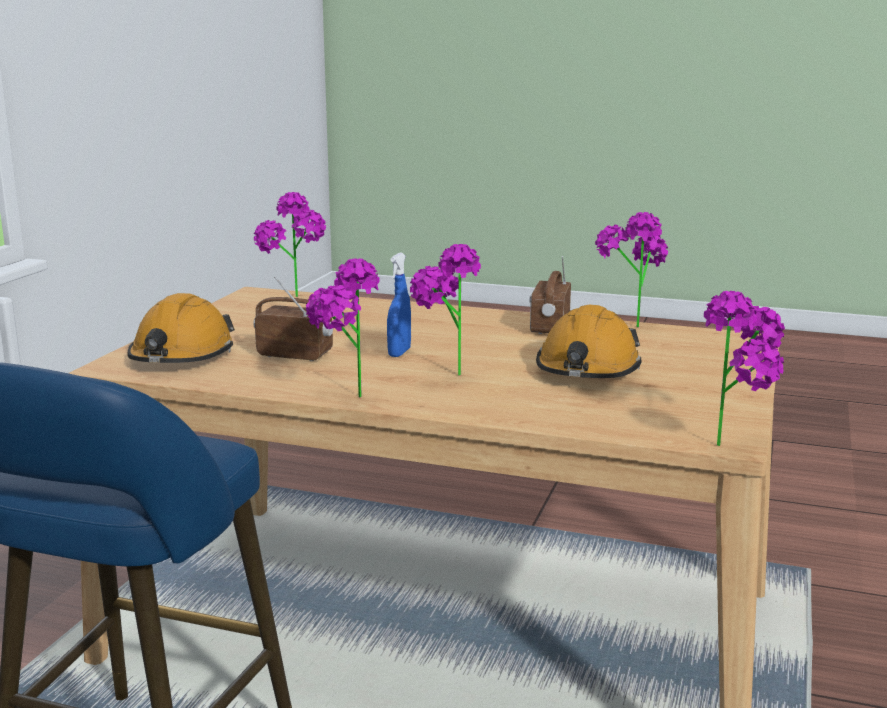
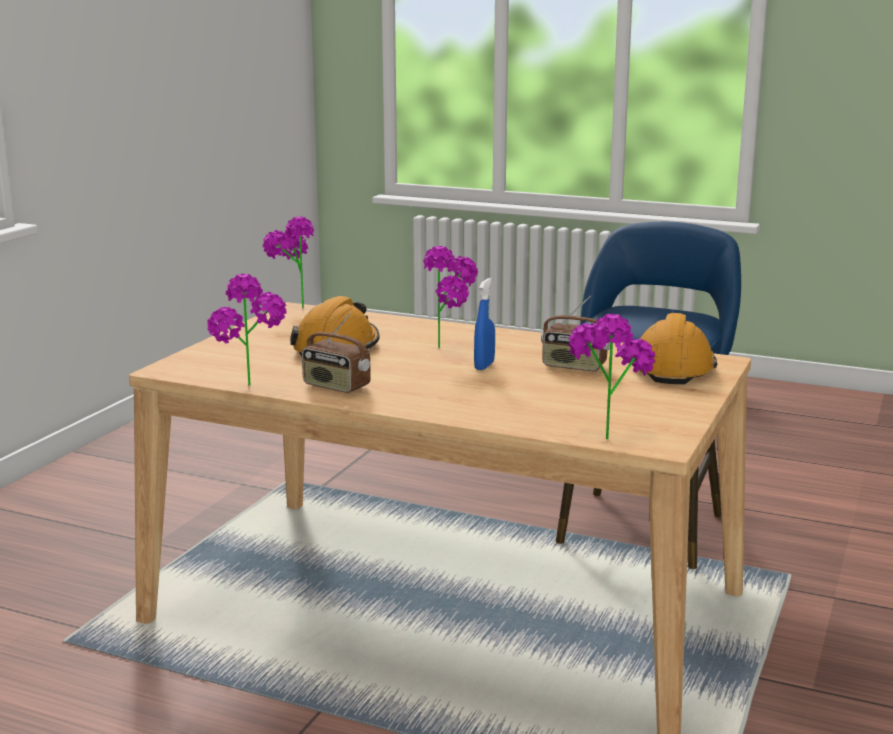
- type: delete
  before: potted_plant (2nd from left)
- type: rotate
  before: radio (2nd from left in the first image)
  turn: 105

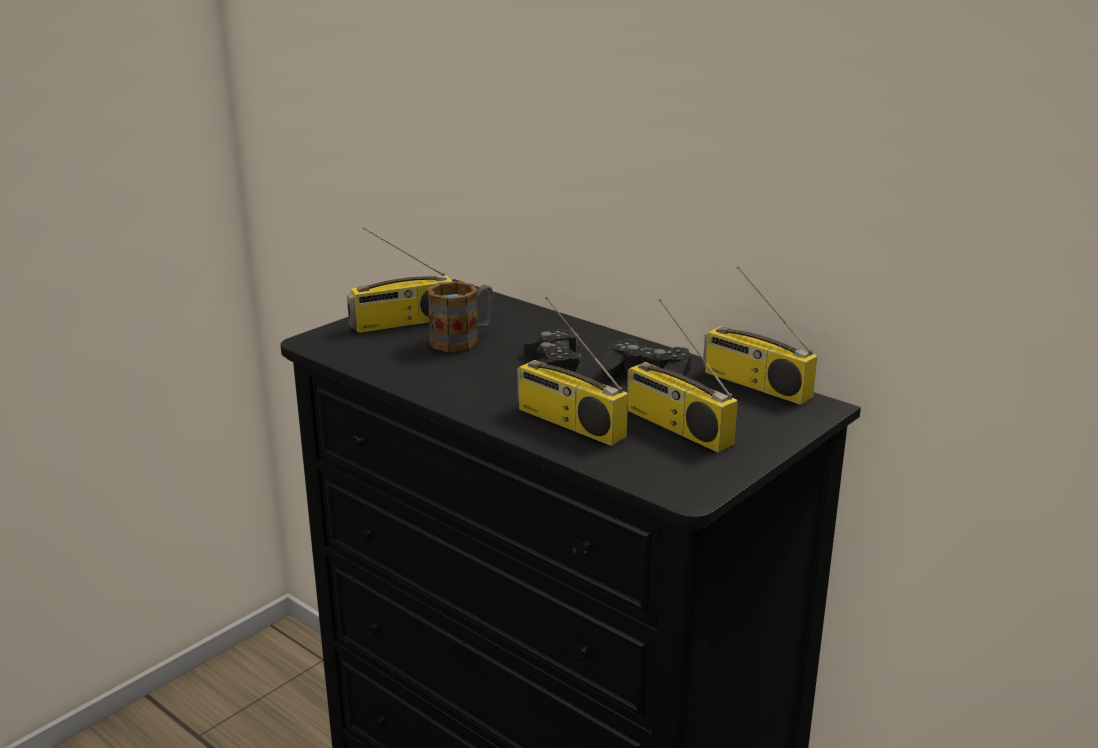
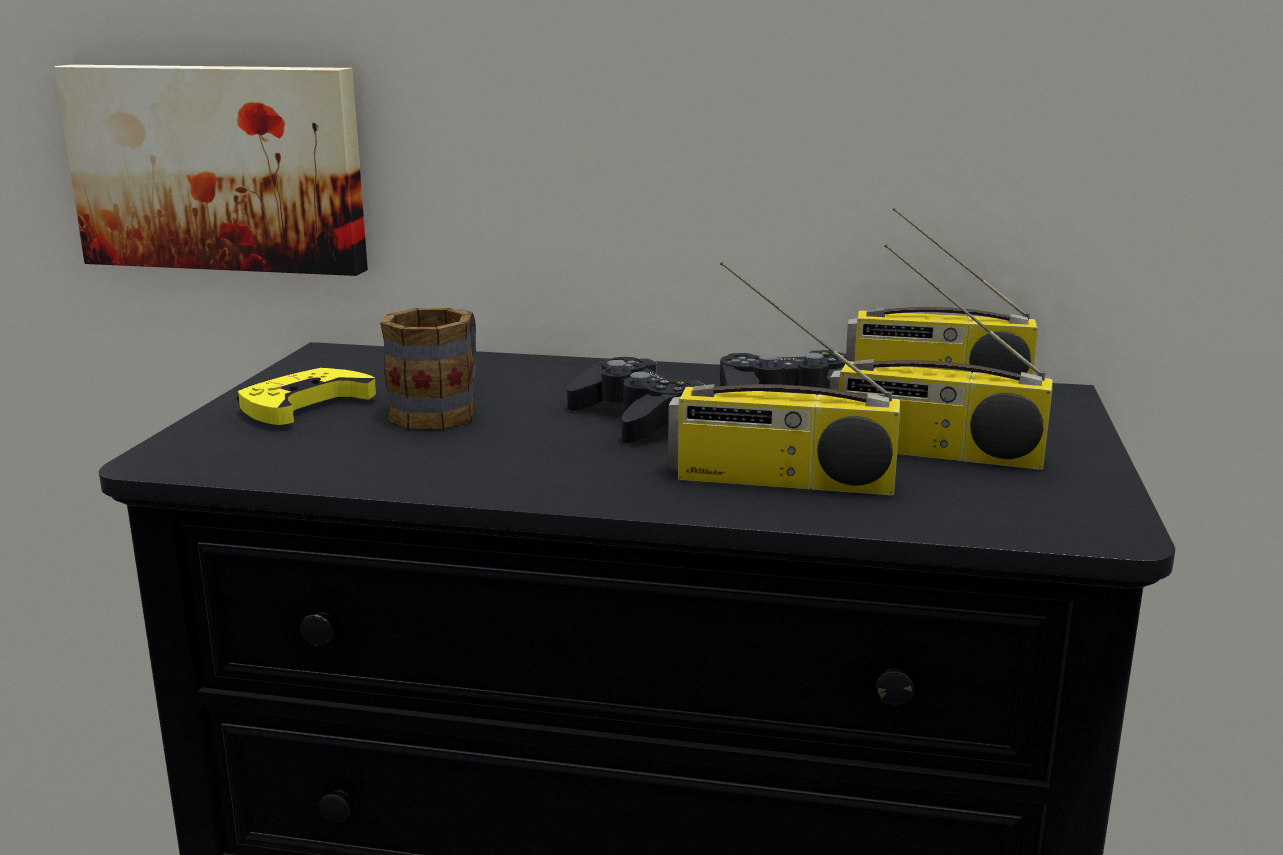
- type: replace
  before: radio (1st from left)
  after: yellow_game_controller
- type: insert
  after: picture

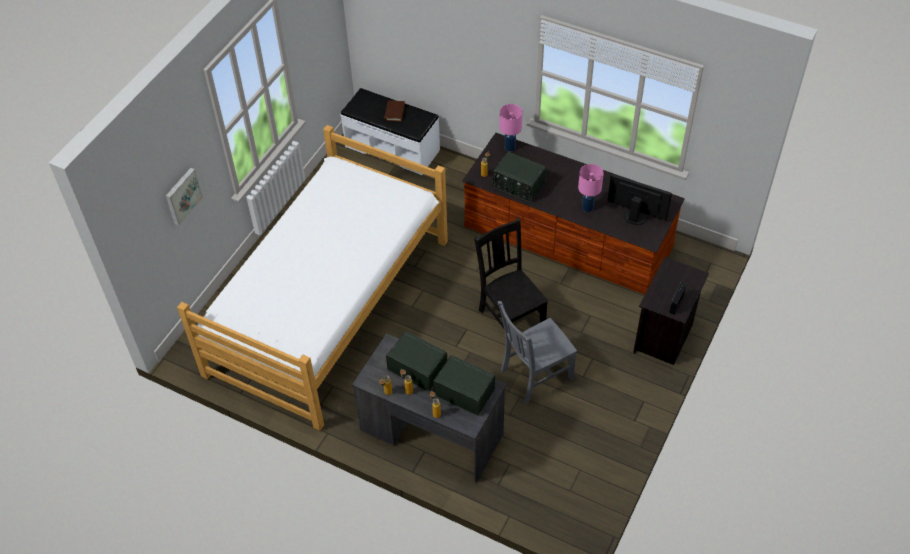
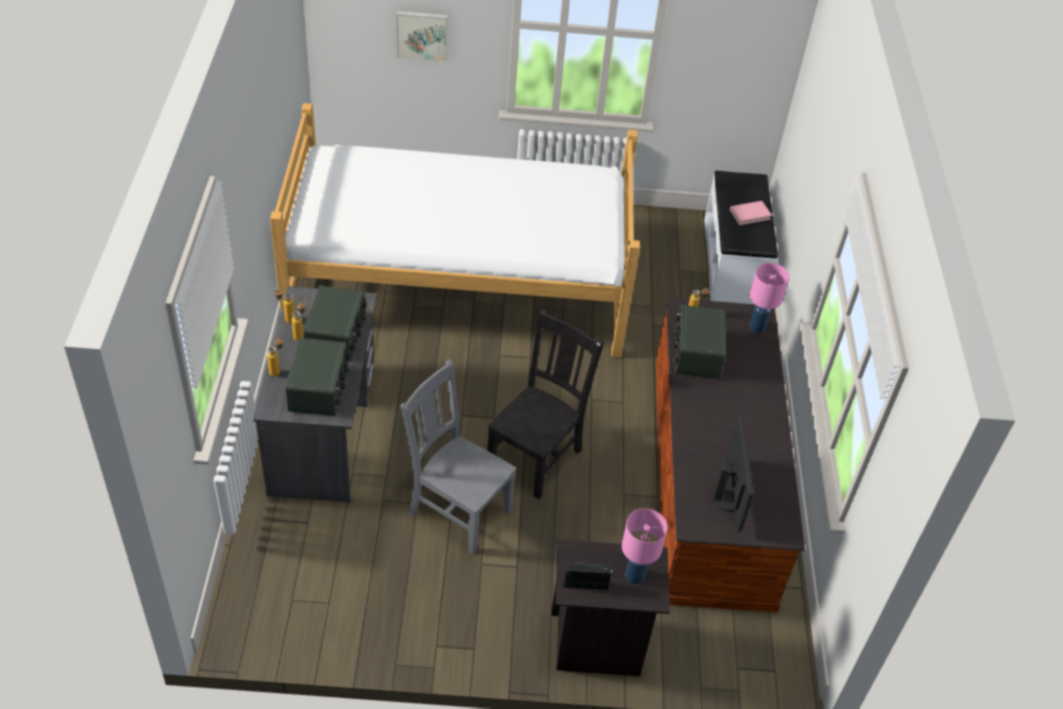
- type: recolor
  before: brown_book
  after: pink_book
- type: move
  before: pink_table_lamp (2nd from left in the first image)
  after: pink_table_lamp (1st from left)

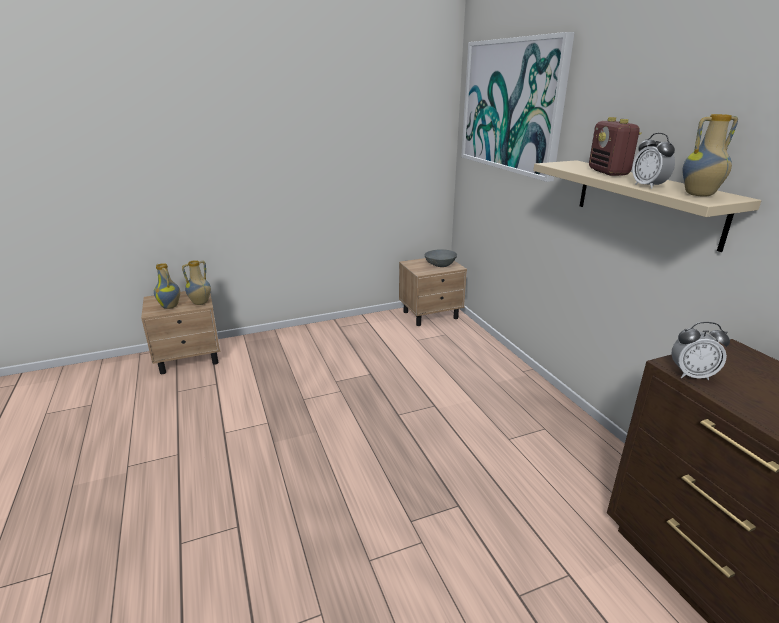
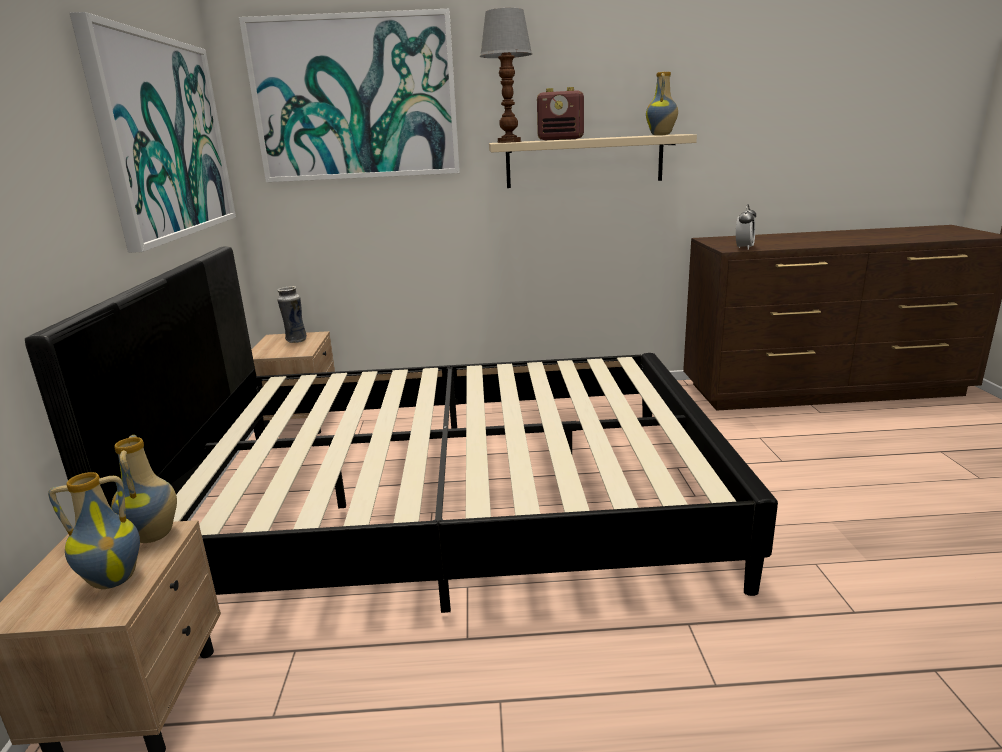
- type: replace
  before: grey_bowl
  after: vase (3rd from left)
- type: delete
  before: alarm_clock (1st from left)
- type: insert
  after: black_bed
- type: insert
  after: picture (1st from left)
- type: insert
  after: table_lamp

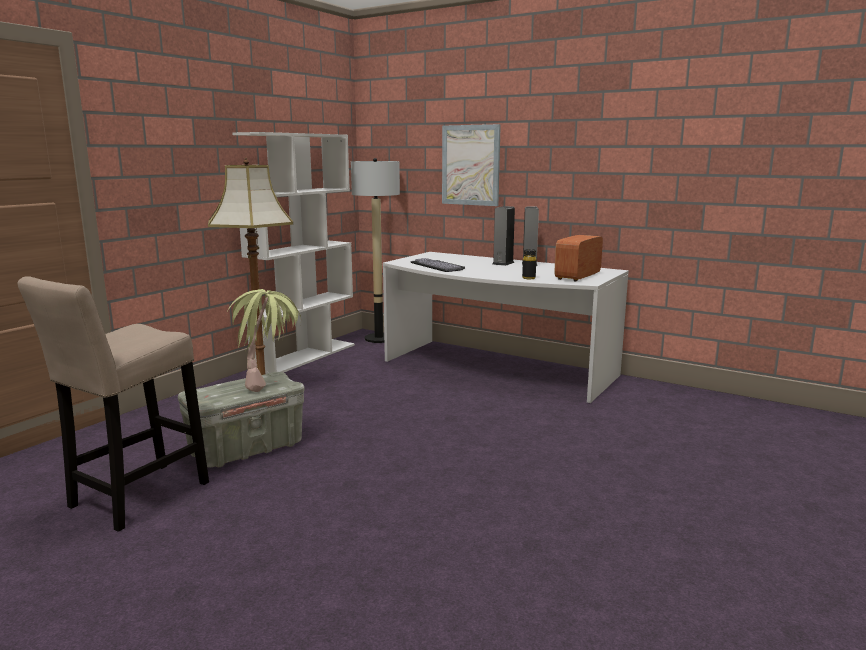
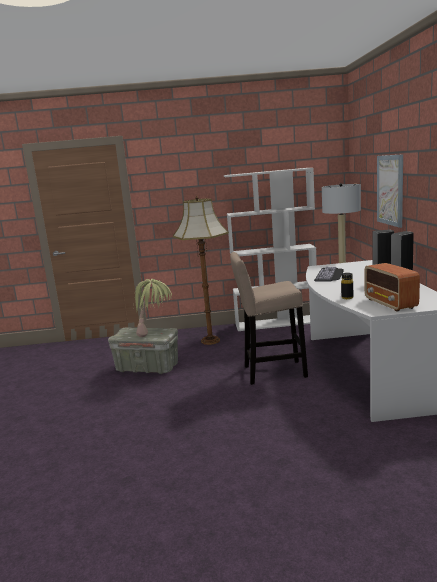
- type: move
  before: beige_stool
- type: rotate
  before: radio
  turn: -105

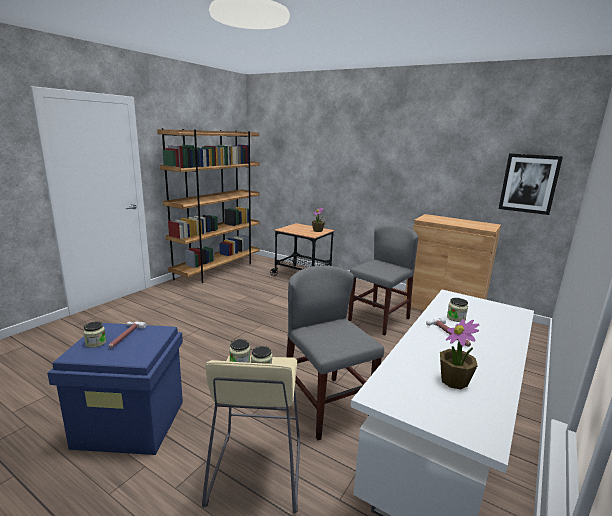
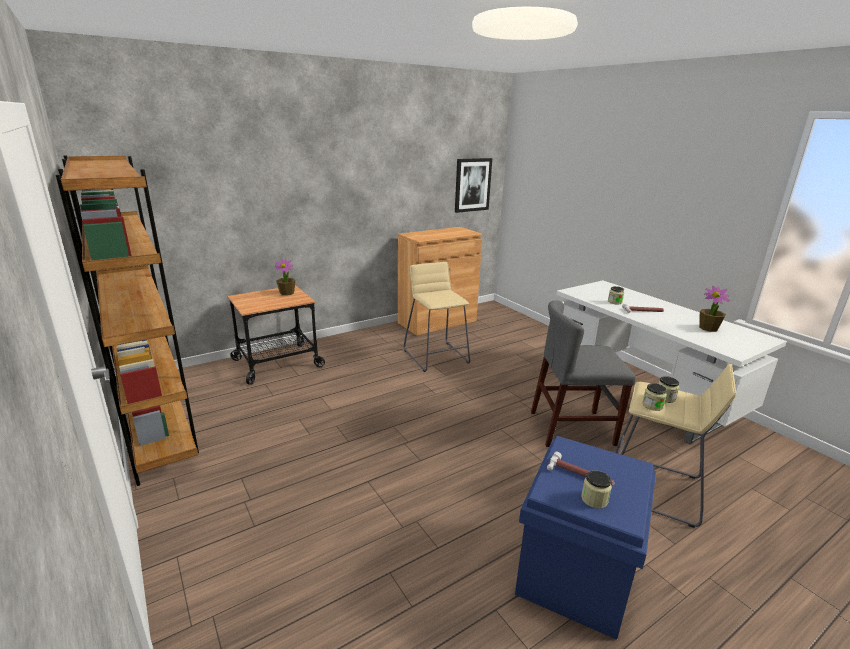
- type: replace
  before: grey_chair (2nd from left)
  after: beige_stool (1st from left)

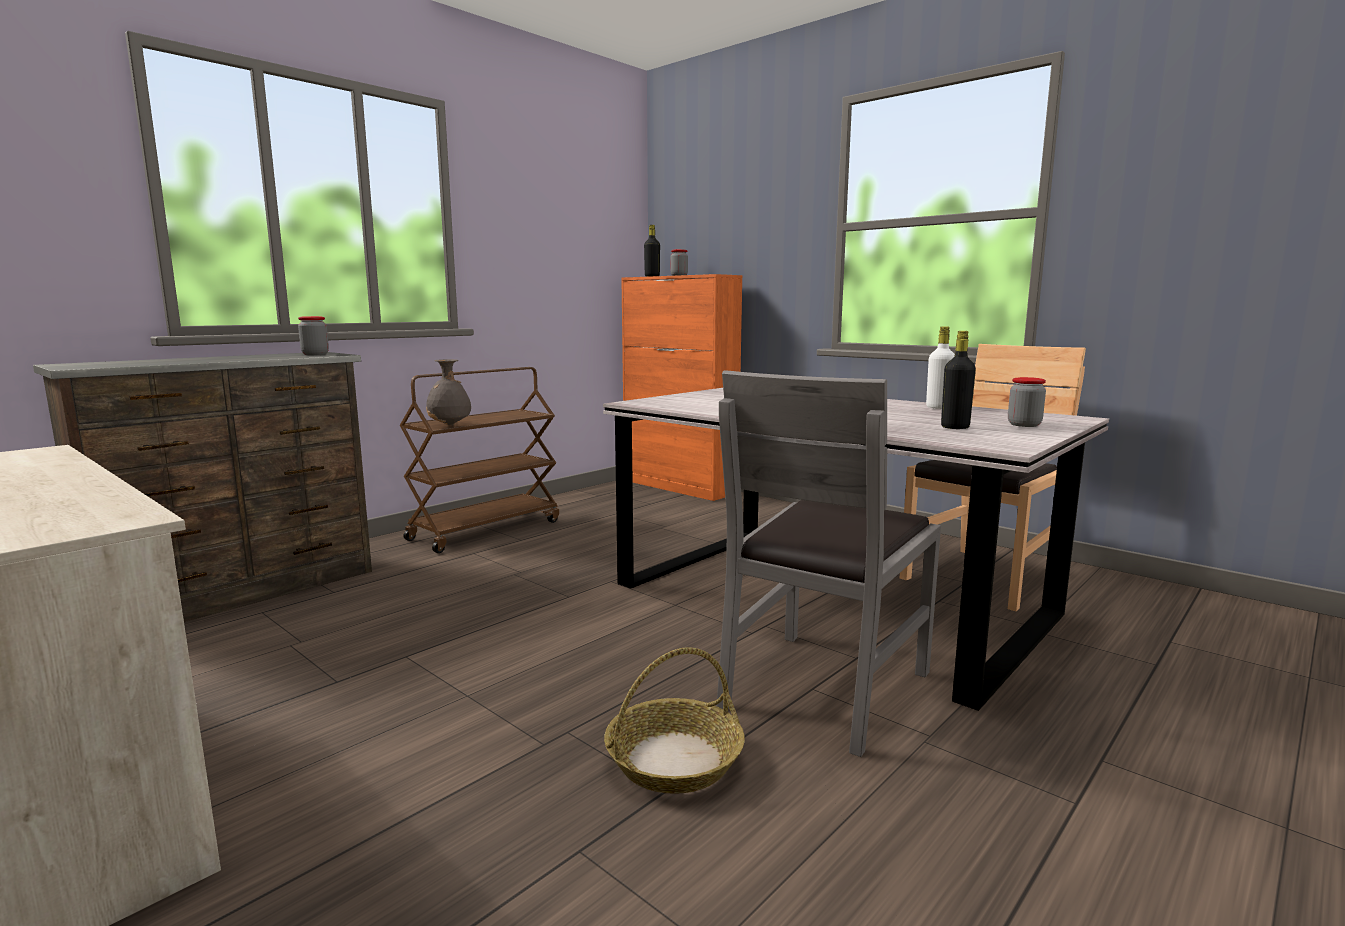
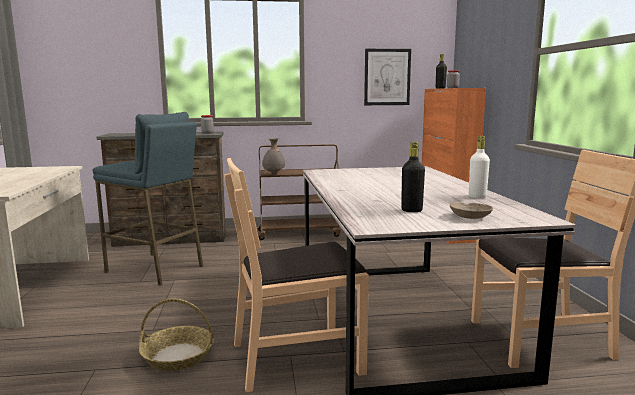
- type: recolor
  before: grey_chair
  after: brown_chair (1st from left)
- type: replace
  before: jar (3rd from left)
  after: beige_bowl
- type: insert
  after: blue_stool
- type: insert
  after: picture

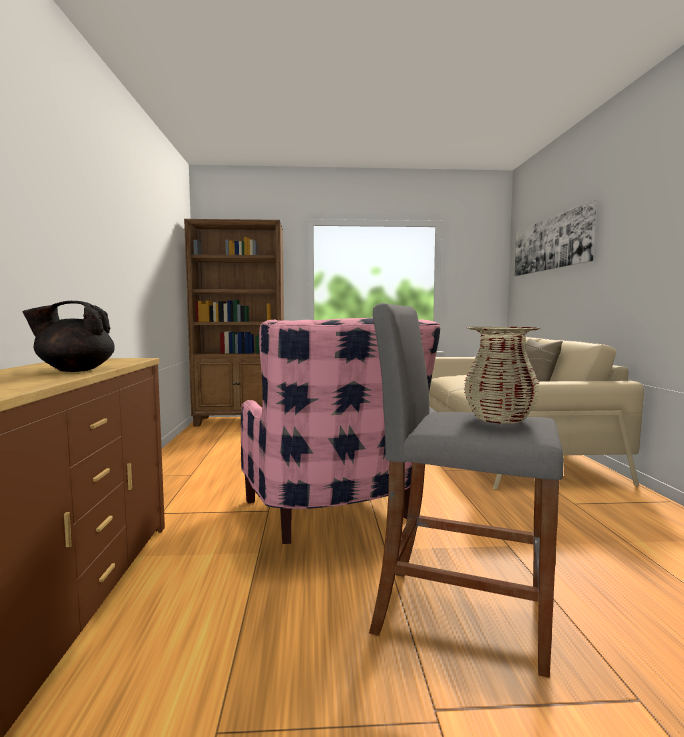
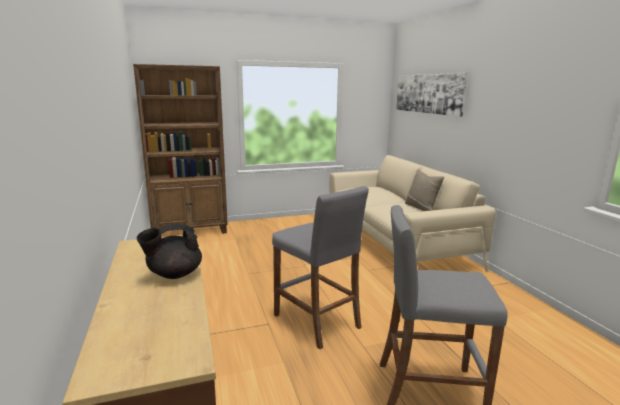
- type: replace
  before: pink_armchair
  after: grey_stool (1st from left)
- type: delete
  before: beige_vase

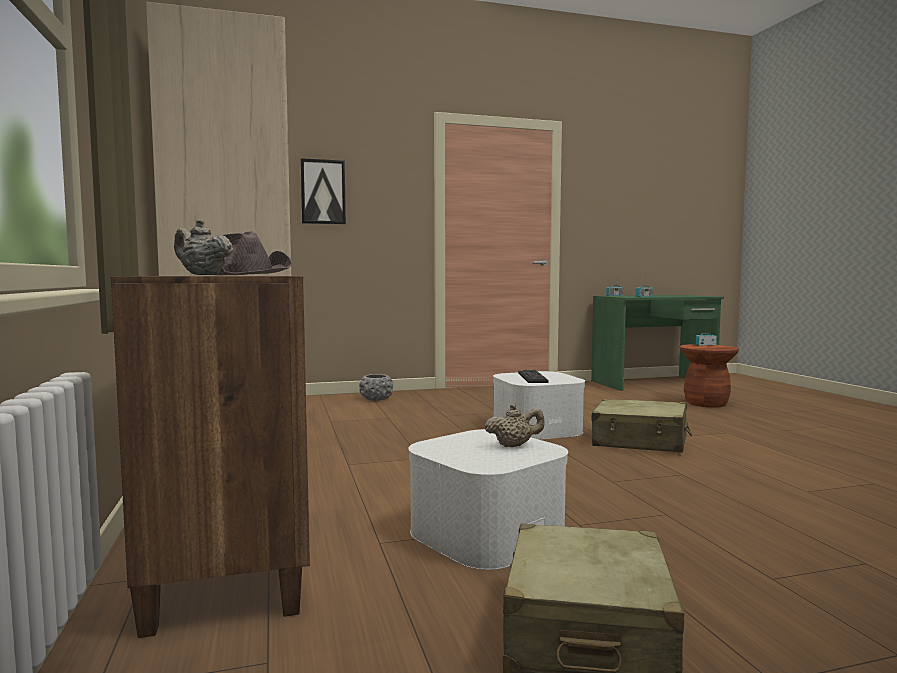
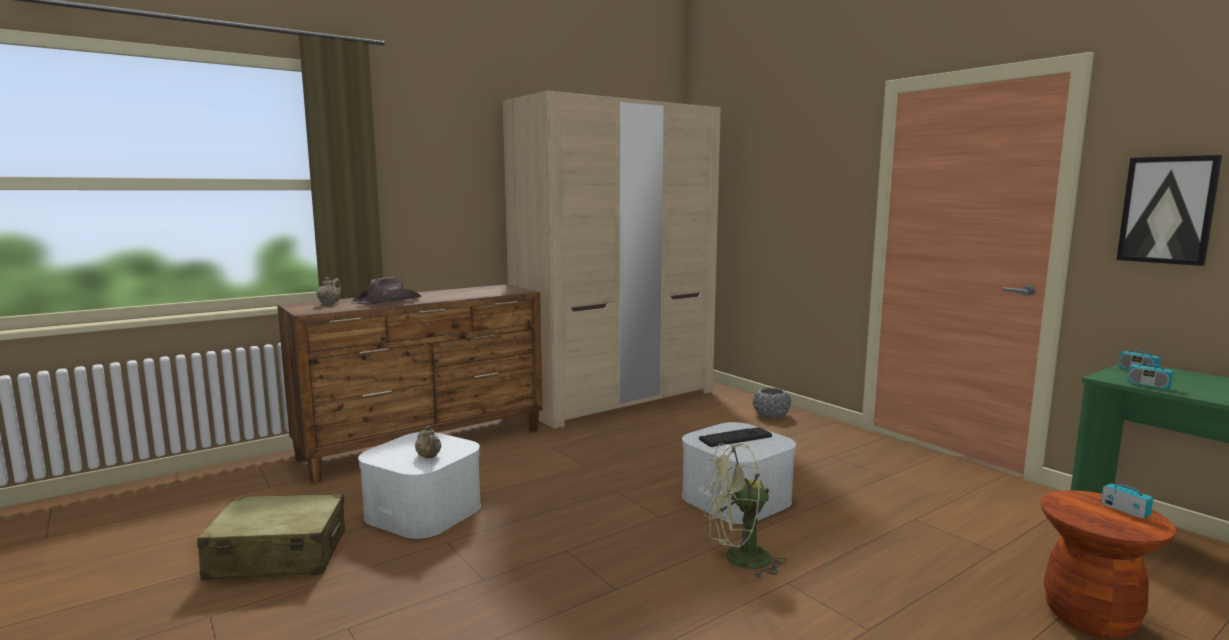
- type: move
  before: picture
- type: replace
  before: beige_suitcase (2nd from left)
  after: green_fan

